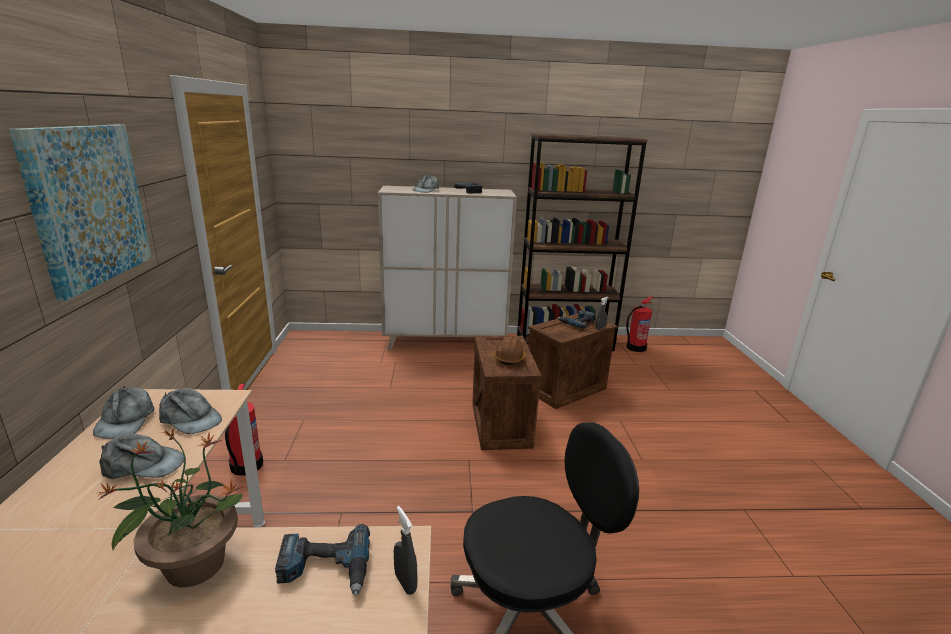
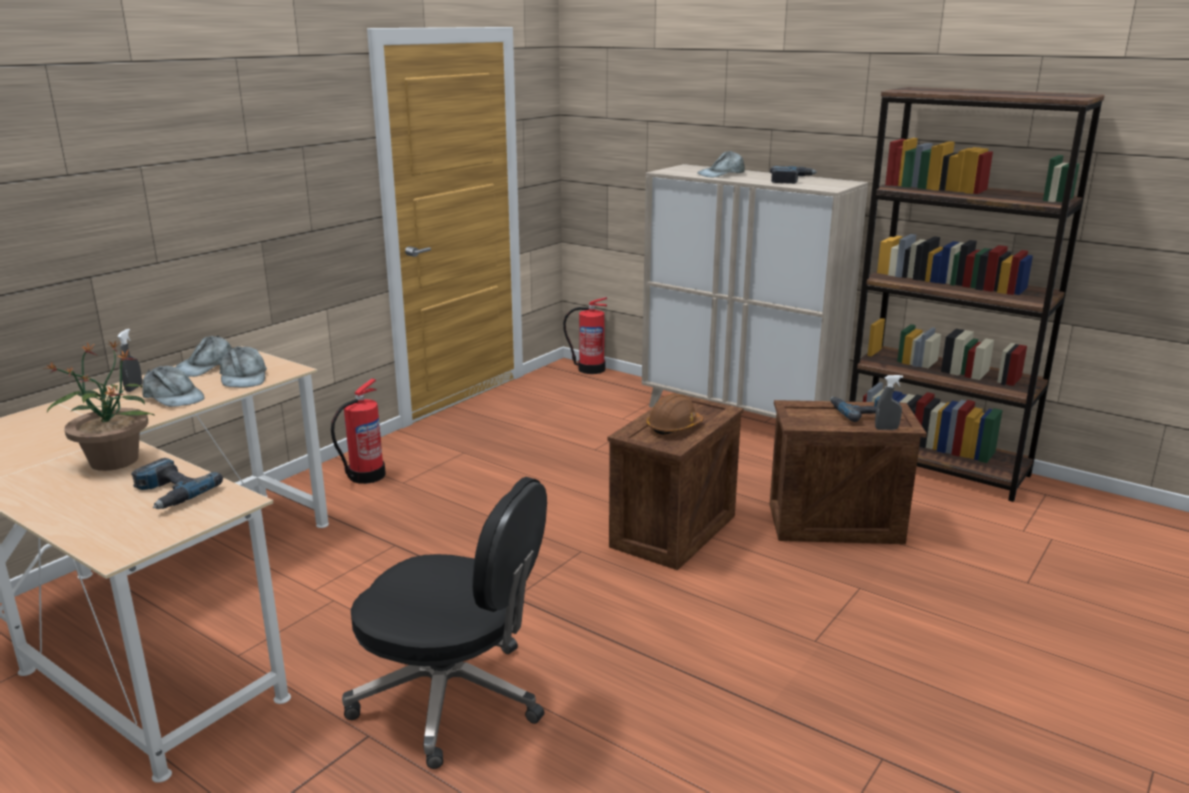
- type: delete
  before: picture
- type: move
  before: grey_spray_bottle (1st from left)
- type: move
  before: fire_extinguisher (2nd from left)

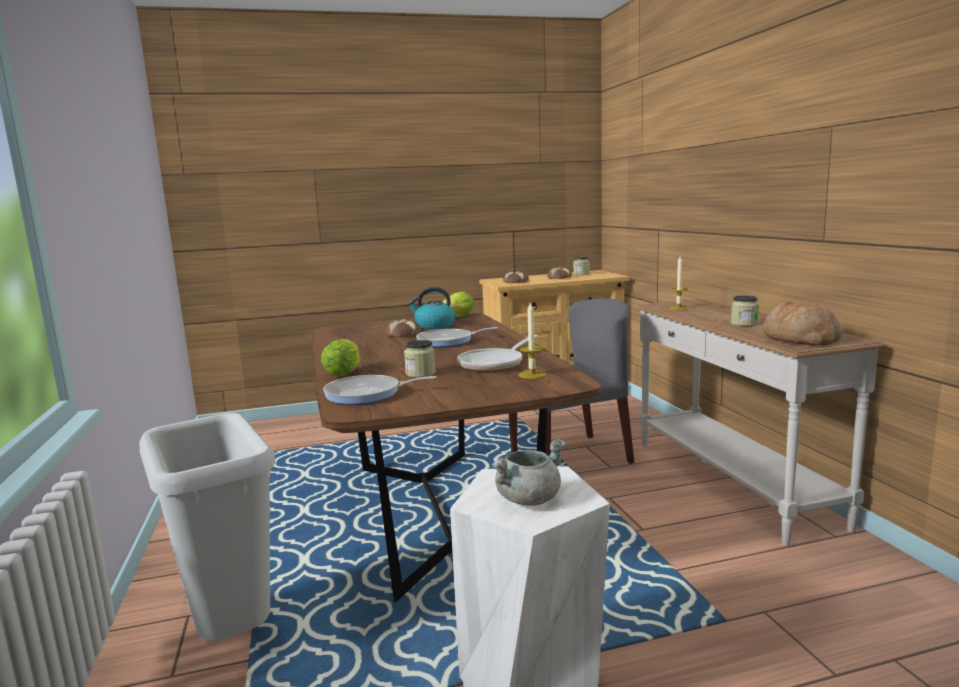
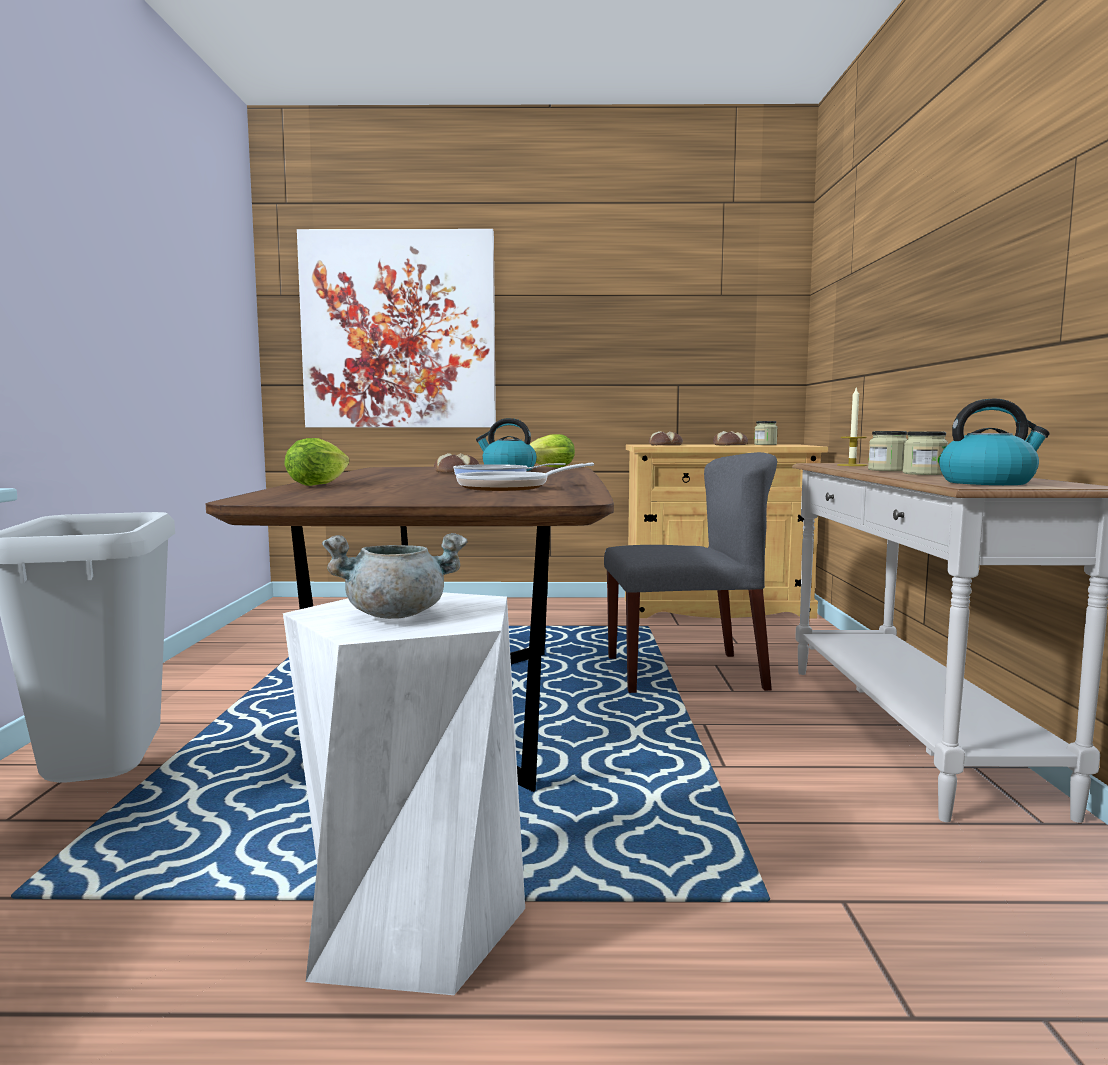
- type: delete
  before: frying_pan (1st from left)
- type: move
  before: jar (1st from left in the first image)
  after: jar (2nd from left)
- type: delete
  before: candle (1st from left)
- type: replace
  before: bread (4th from left)
  after: kettle (2nd from left)
- type: insert
  after: picture

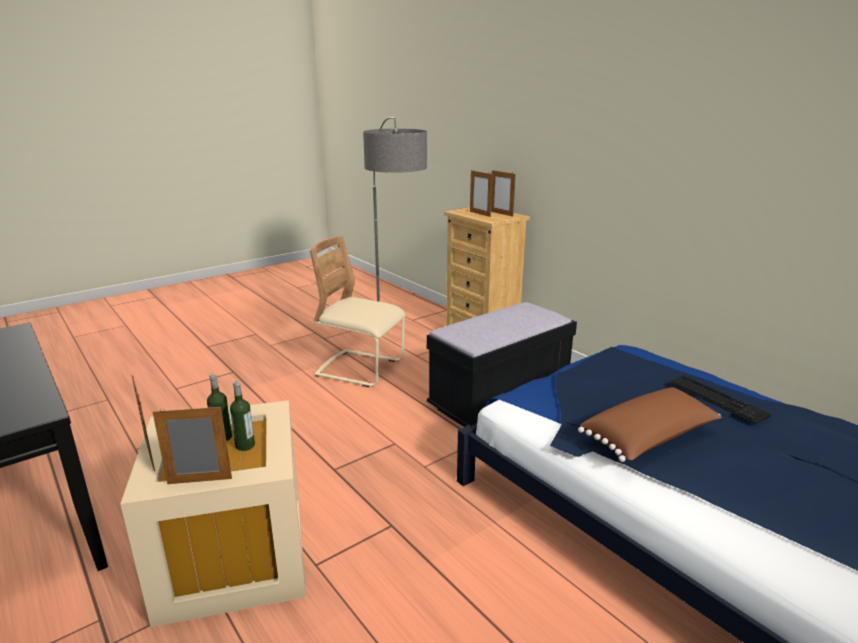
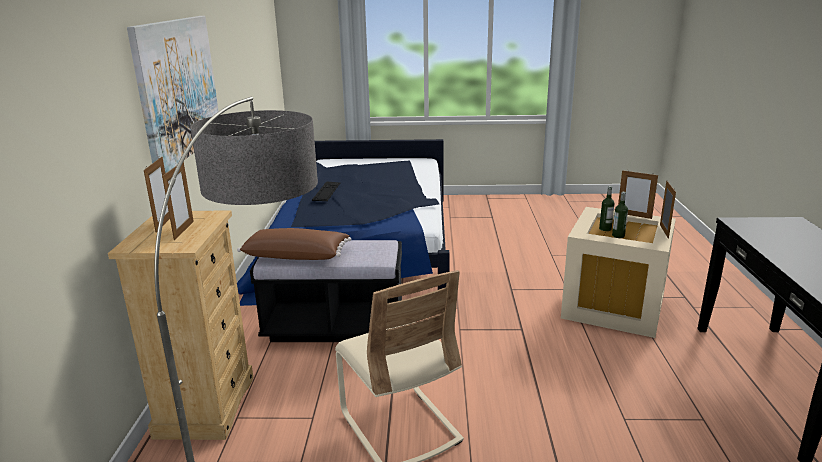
- type: move
  before: brown_pillow
- type: insert
  after: picture

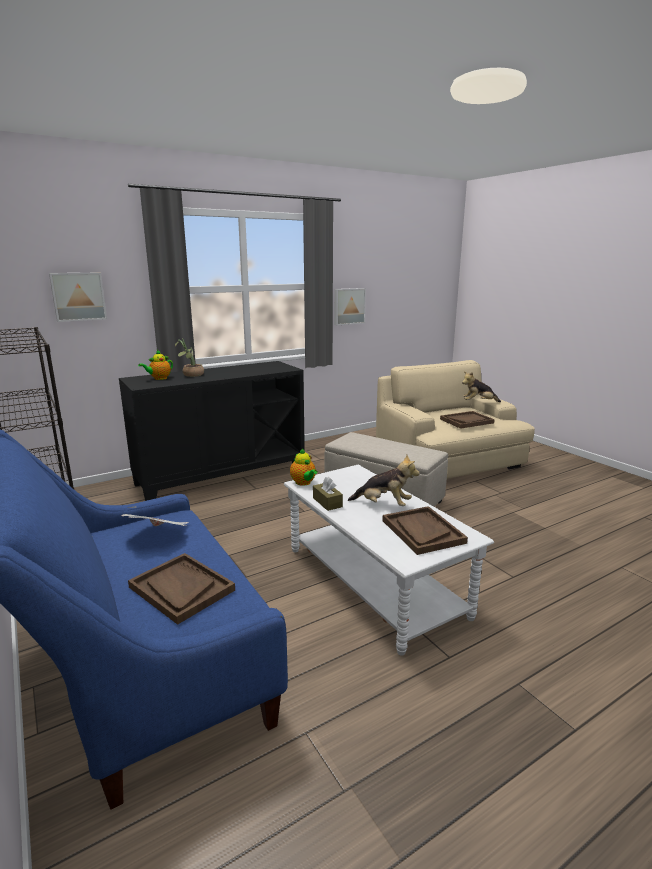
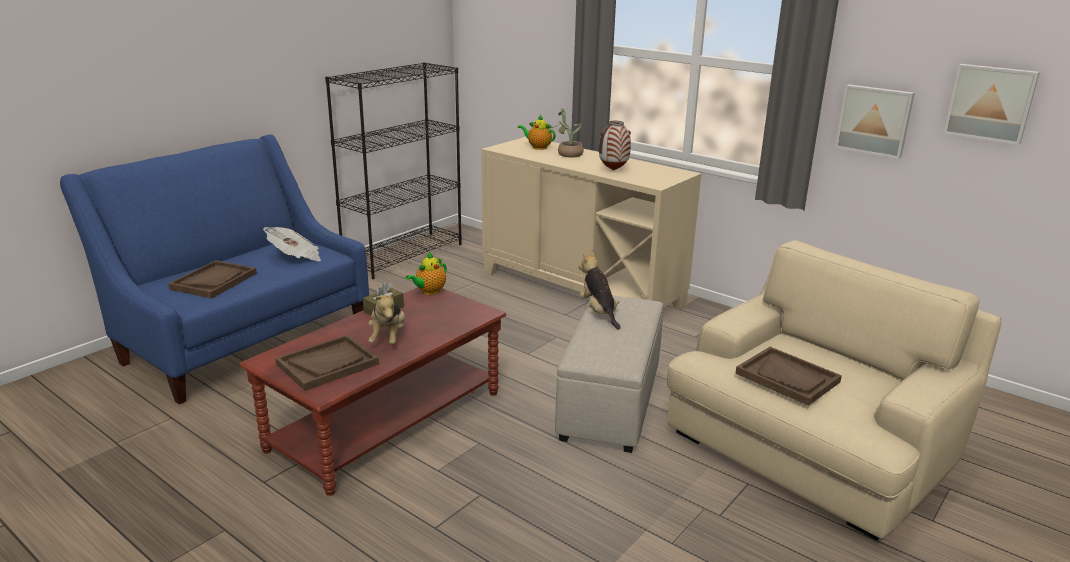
- type: move
  before: picture (1st from left in the first image)
  after: picture (2nd from left)
- type: recolor
  before: black_cabinet
  after: beige_cabinet
- type: recolor
  before: white_coffee_table
  after: brown_coffee_table
- type: move
  before: plush_toy (2nd from left)
- type: insert
  after: vase

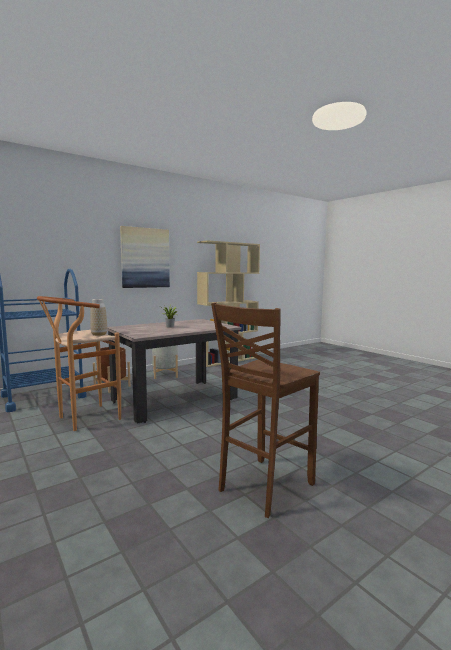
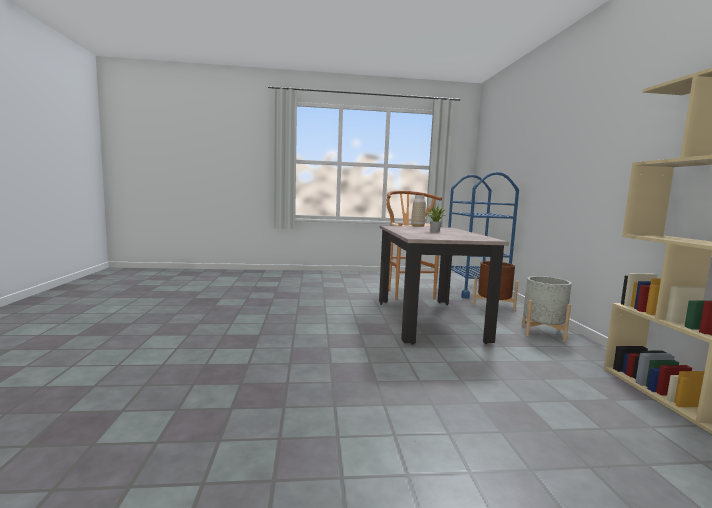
- type: delete
  before: picture
- type: delete
  before: brown_stool (2nd from left)

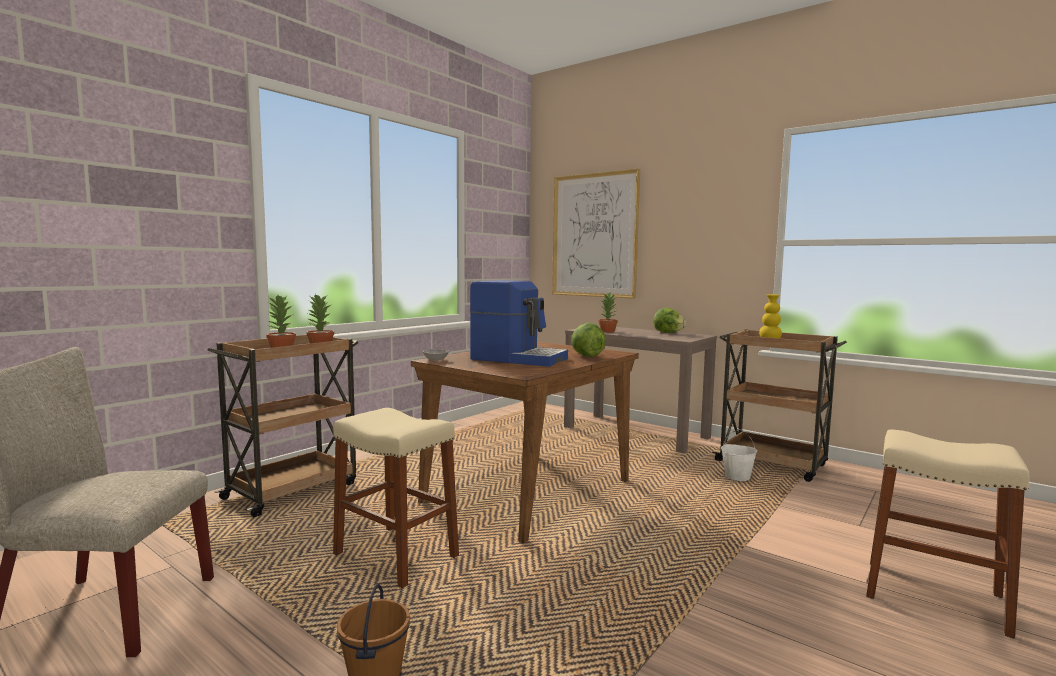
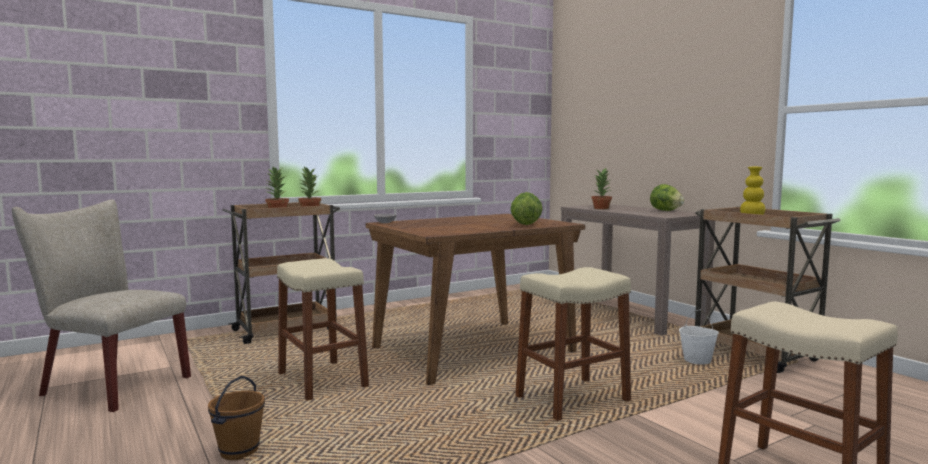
- type: delete
  before: coffee_machine
- type: delete
  before: picture
- type: insert
  after: beige_stool (2nd from left)

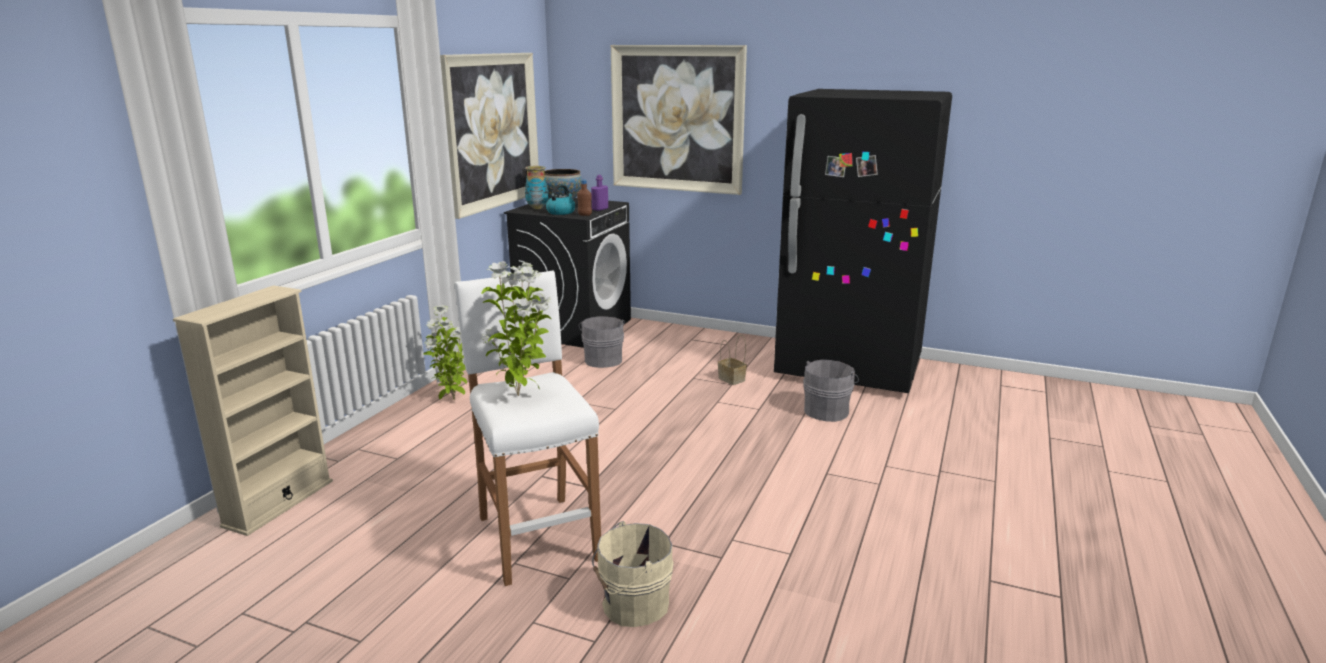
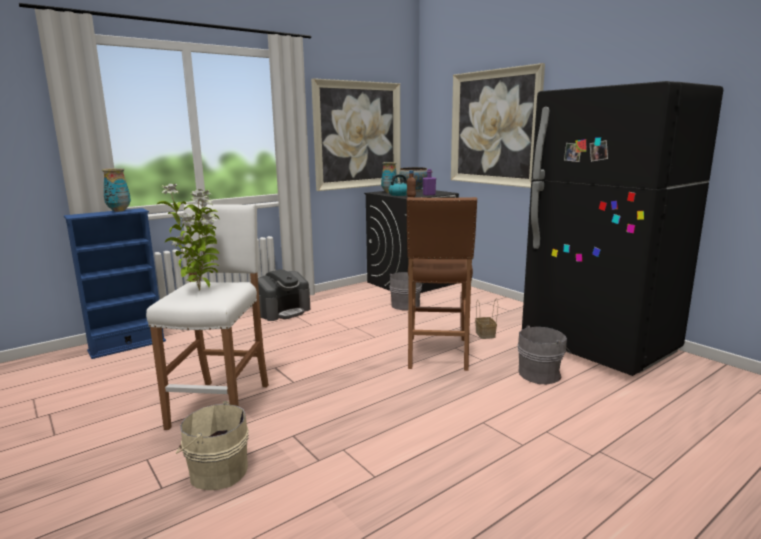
- type: recolor
  before: beige_bookcase
  after: blue_bookcase
- type: replace
  before: potted_plant (1st from left)
  after: coffee_machine
- type: insert
  after: vase (1st from left)
- type: insert
  after: brown_stool

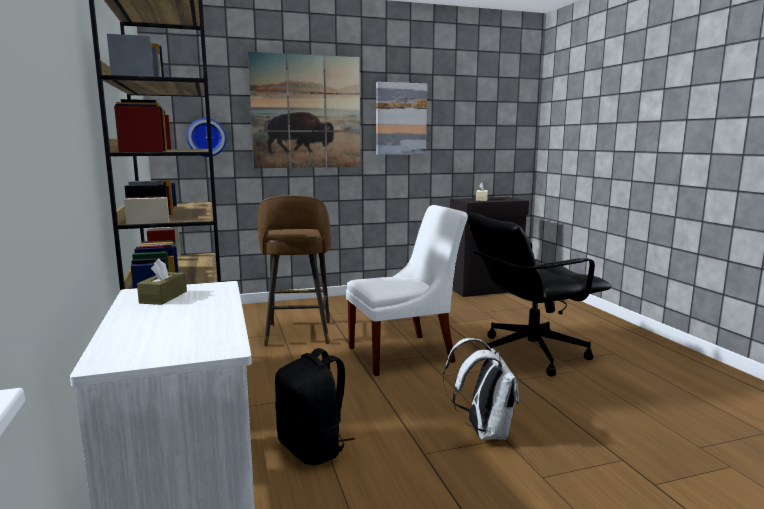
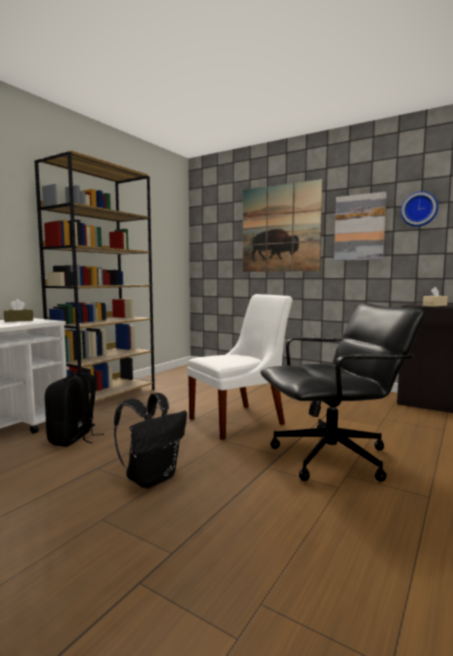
- type: move
  before: wall_clock
- type: delete
  before: brown_stool
- type: rotate
  before: white_chair
  turn: -60
- type: recolor
  before: white_backpack
  after: black_backpack (2nd from left)
- type: rotate
  before: black_office_chair
  turn: 135

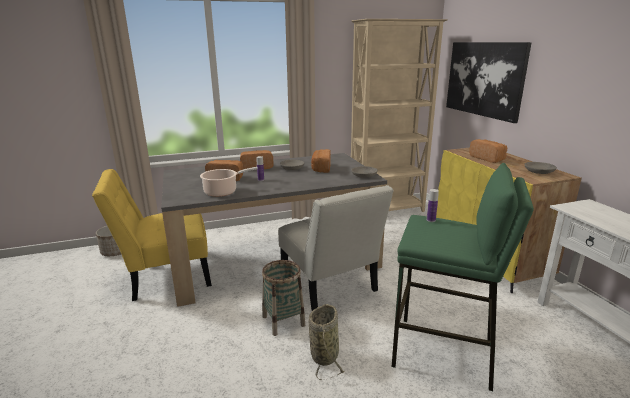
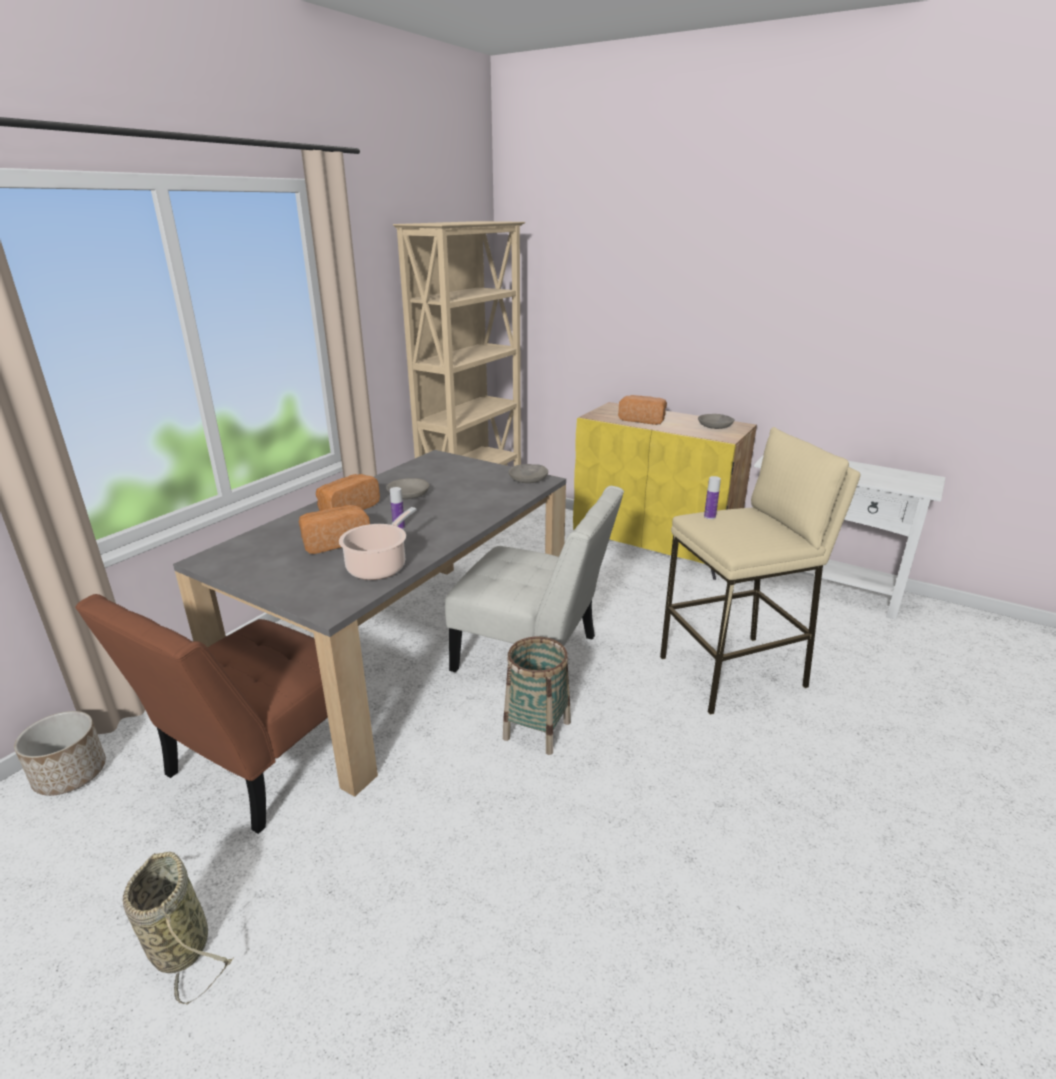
- type: recolor
  before: yellow_chair
  after: brown_chair
- type: move
  before: basket (2nd from left in the first image)
  after: basket (1st from left)
- type: delete
  before: bread (3rd from left)
- type: recolor
  before: green_stool
  after: beige_stool
- type: delete
  before: picture

